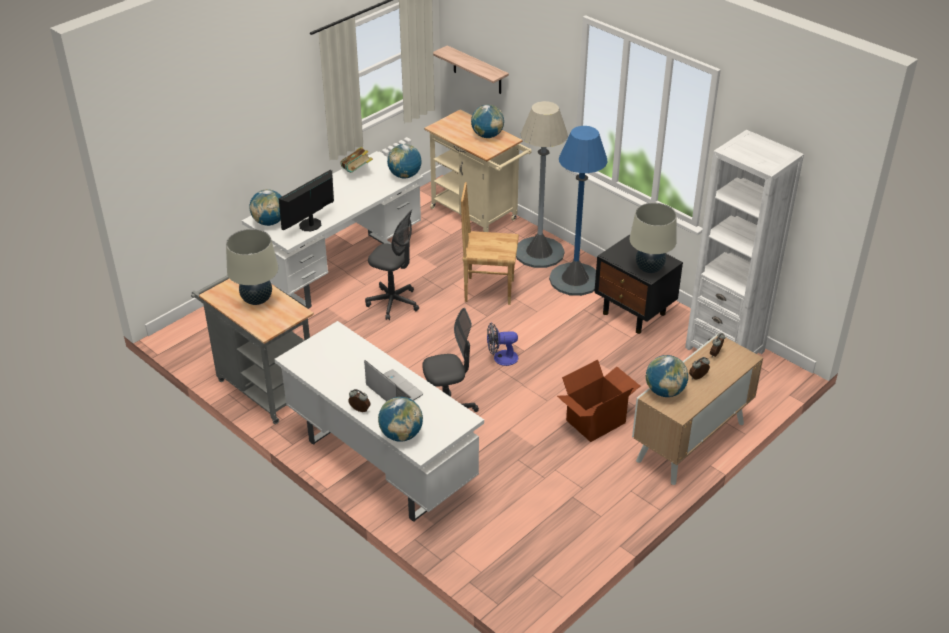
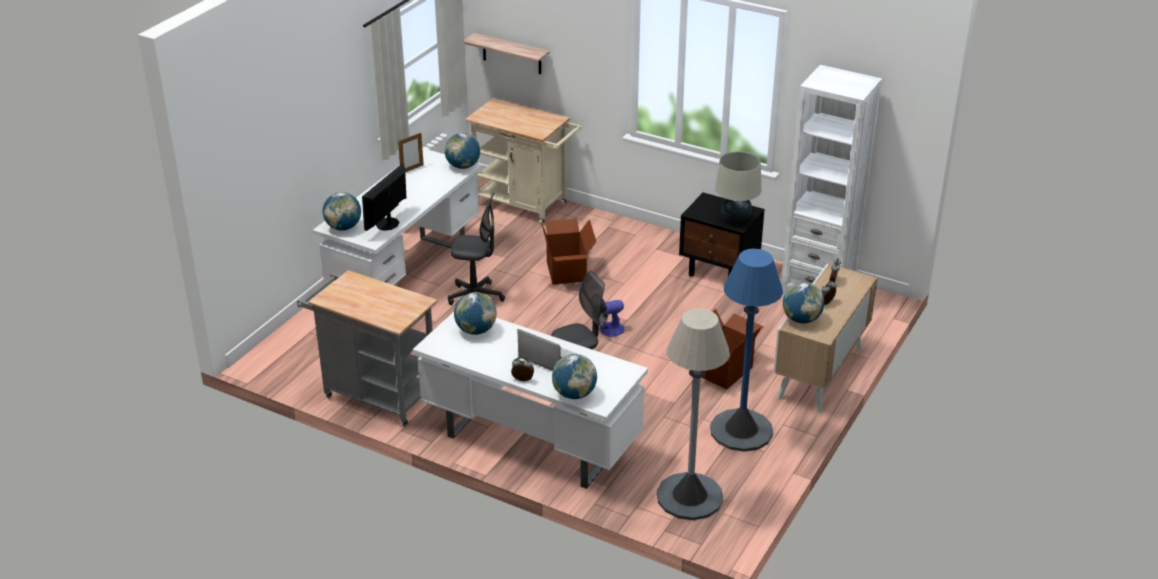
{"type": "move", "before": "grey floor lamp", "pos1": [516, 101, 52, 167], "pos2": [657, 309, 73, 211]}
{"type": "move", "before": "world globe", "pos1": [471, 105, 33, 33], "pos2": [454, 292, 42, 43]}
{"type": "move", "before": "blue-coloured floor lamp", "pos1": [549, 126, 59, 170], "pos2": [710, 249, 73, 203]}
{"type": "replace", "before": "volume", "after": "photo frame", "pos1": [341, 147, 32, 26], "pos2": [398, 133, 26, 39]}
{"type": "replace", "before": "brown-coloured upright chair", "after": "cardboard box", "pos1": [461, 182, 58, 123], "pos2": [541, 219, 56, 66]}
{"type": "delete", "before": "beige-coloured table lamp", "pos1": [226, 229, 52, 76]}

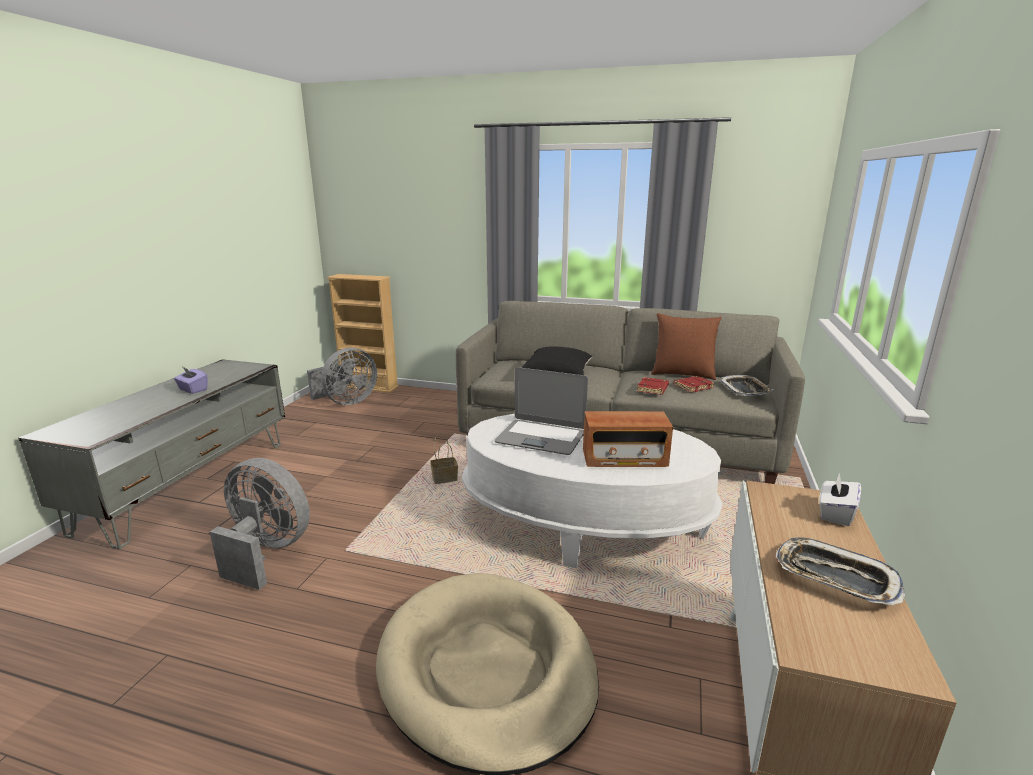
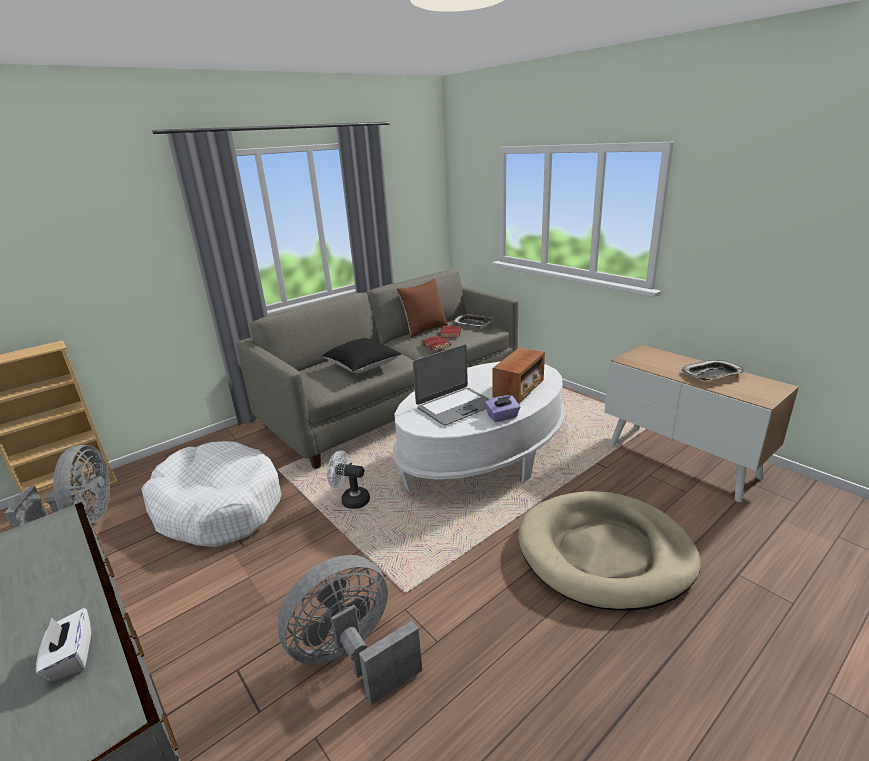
{"type": "move", "before": "purple tissue box", "pos1": [174, 367, 34, 27], "pos2": [485, 395, 36, 27]}
{"type": "replace", "before": "household basket", "after": "white-coloured cooling fan", "pos1": [430, 433, 28, 51], "pos2": [327, 450, 43, 59]}
{"type": "move", "before": "white-coloured tissue box", "pos1": [819, 472, 42, 54], "pos2": [36, 608, 55, 73]}
{"type": "insert", "after": "white-coloured dog bed", "pos2": [141, 441, 140, 106]}

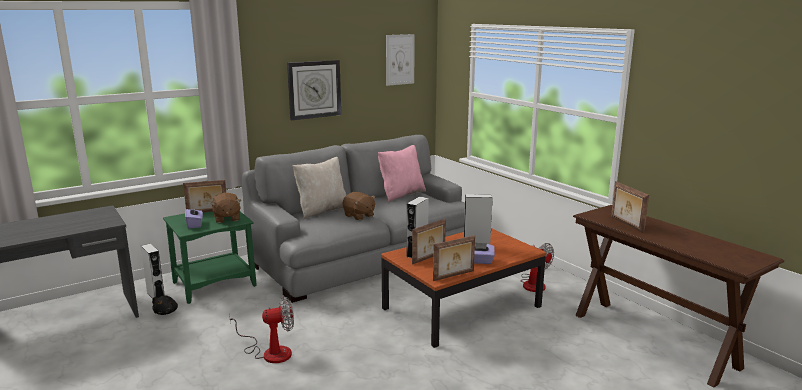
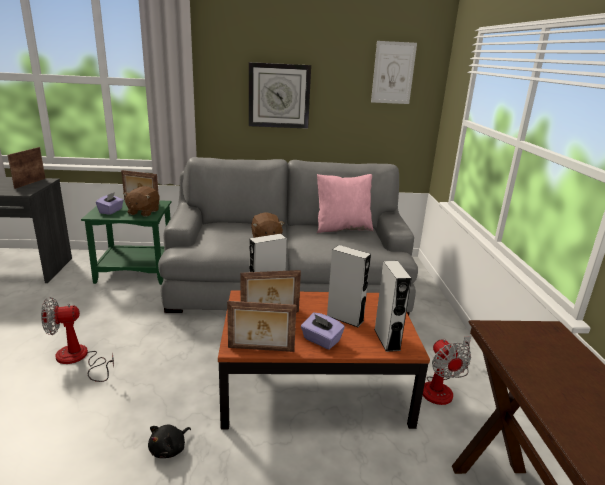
{"type": "delete", "before": "beige-coloured throw pillow", "pos1": [293, 157, 53, 62]}
{"type": "move", "before": "photo frame", "pos1": [611, 181, 38, 52], "pos2": [8, 147, 38, 42]}
{"type": "move", "before": "grey loudspeaker", "pos1": [141, 244, 24, 55], "pos2": [374, 261, 38, 91]}
{"type": "move", "before": "black plush toy", "pos1": [152, 295, 26, 20], "pos2": [148, 425, 43, 33]}
{"type": "rotate", "before": "cooling fan", "pos1": [229, 296, 65, 67], "pos2": [41, 297, 73, 85], "turn": 150}

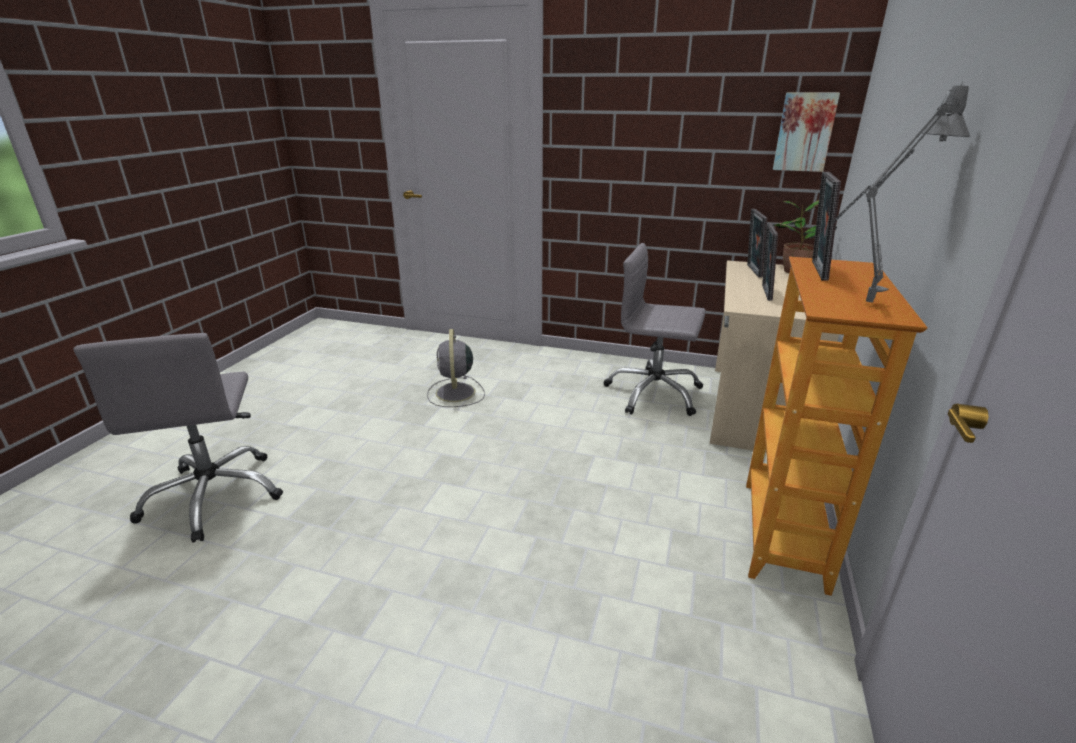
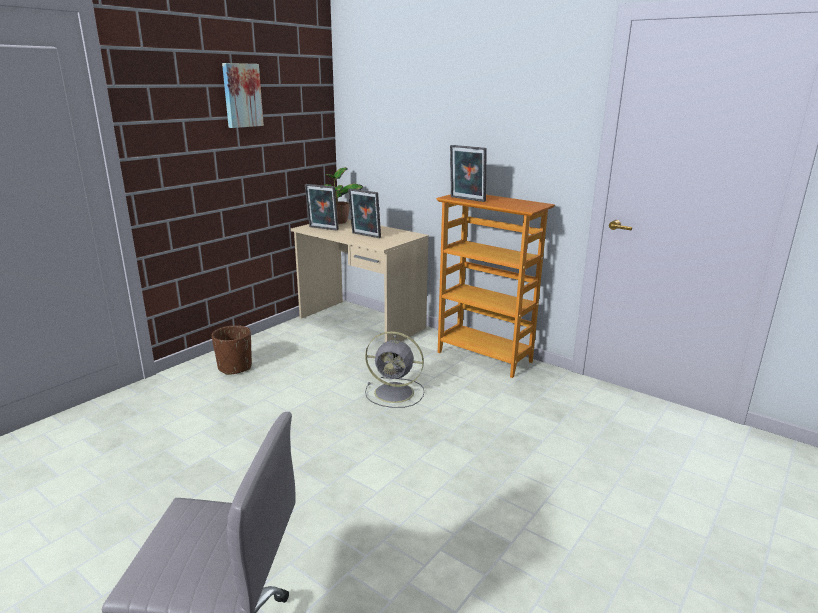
{"type": "delete", "before": "grey table lamp", "pos1": [830, 82, 140, 220]}
{"type": "move", "before": "picture", "pos1": [773, 92, 67, 80], "pos2": [222, 63, 42, 65]}
{"type": "delete", "before": "grey office chair", "pos1": [604, 243, 102, 173]}
{"type": "move", "before": "grey cooling fan", "pos1": [427, 329, 58, 78], "pos2": [365, 331, 59, 77]}
{"type": "insert", "after": "brown-coloured flower pot", "pos2": [211, 325, 41, 50]}

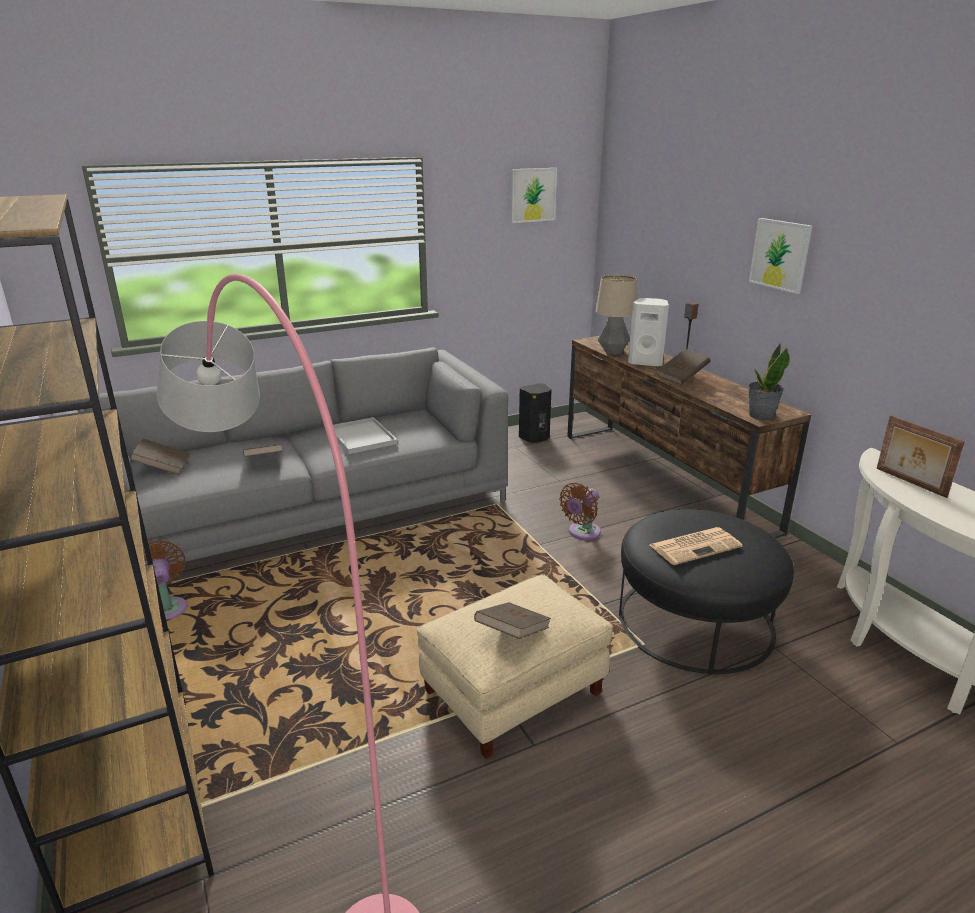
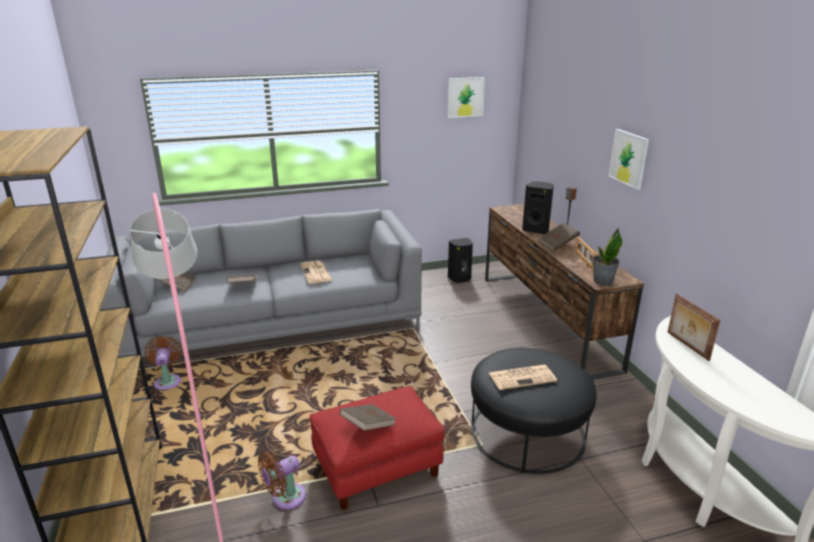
{"type": "delete", "before": "table lamp", "pos1": [595, 275, 42, 80]}
{"type": "recolor", "before": "white-coloured loudspeaker", "after": "black loudspeaker", "pos1": [628, 298, 41, 69], "pos2": [522, 181, 32, 53]}
{"type": "replace", "before": "white-coloured serving tray", "after": "newspaper", "pos1": [333, 417, 64, 37], "pos2": [300, 261, 32, 22]}
{"type": "move", "before": "brown-coloured cooling fan", "pos1": [559, 483, 42, 57], "pos2": [258, 451, 48, 59]}
{"type": "recolor", "before": "beige-coloured footrest", "after": "reddish footrest", "pos1": [417, 574, 196, 185], "pos2": [309, 386, 136, 124]}
{"type": "insert", "after": "photo frame", "pos2": [576, 237, 20, 33]}

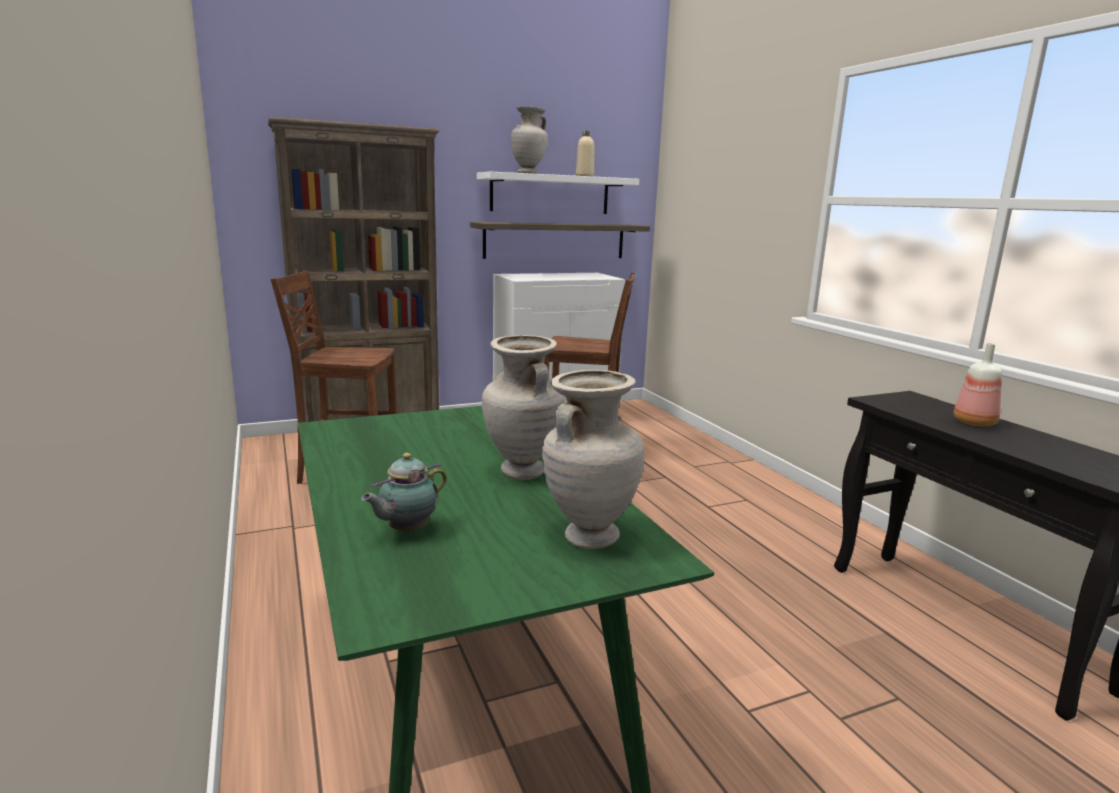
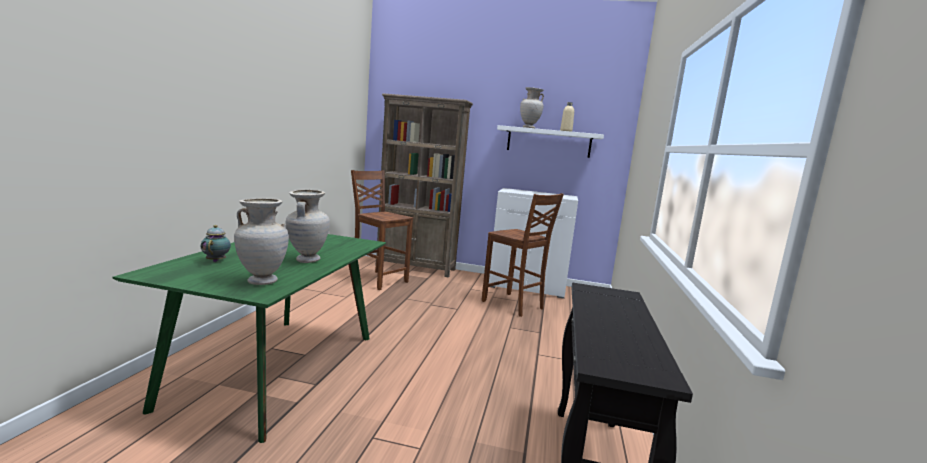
{"type": "delete", "before": "bracket shelf", "pos1": [470, 222, 180, 37]}
{"type": "delete", "before": "beverage bottle", "pos1": [954, 343, 48, 84]}
{"type": "rotate", "before": "tea pot", "pos1": [361, 453, 86, 80], "pos2": [201, 225, 30, 37], "turn": 90}

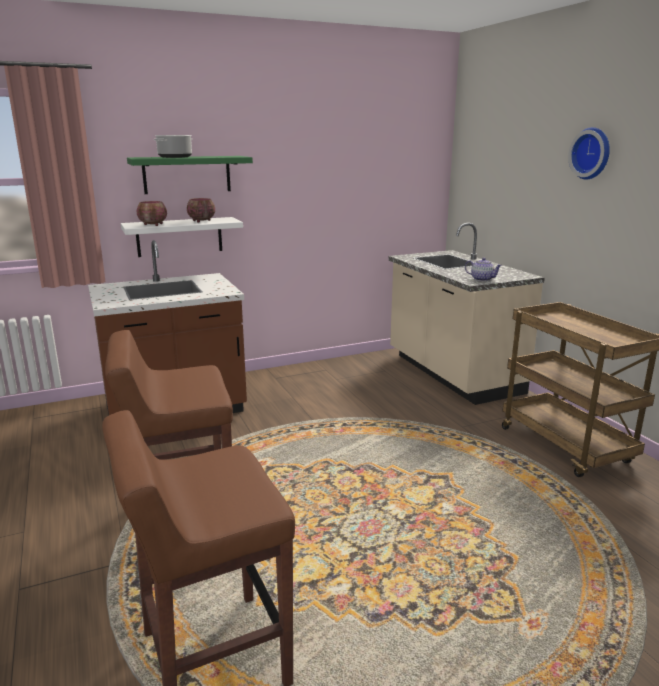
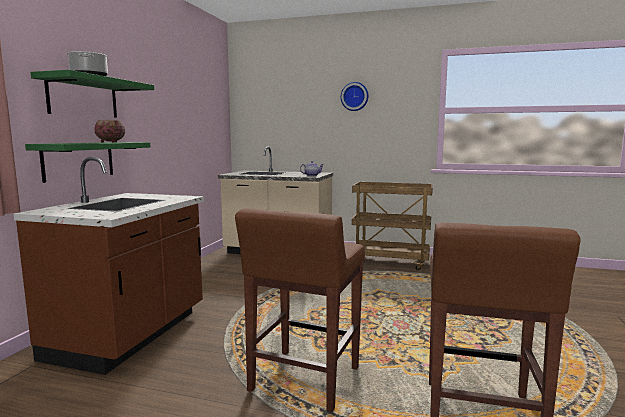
{"type": "delete", "before": "deep dish", "pos1": [136, 201, 31, 25]}
{"type": "recolor", "before": "white-coloured bracket shelf", "after": "greenish bracket shelf", "pos1": [121, 217, 122, 40], "pos2": [25, 142, 126, 41]}

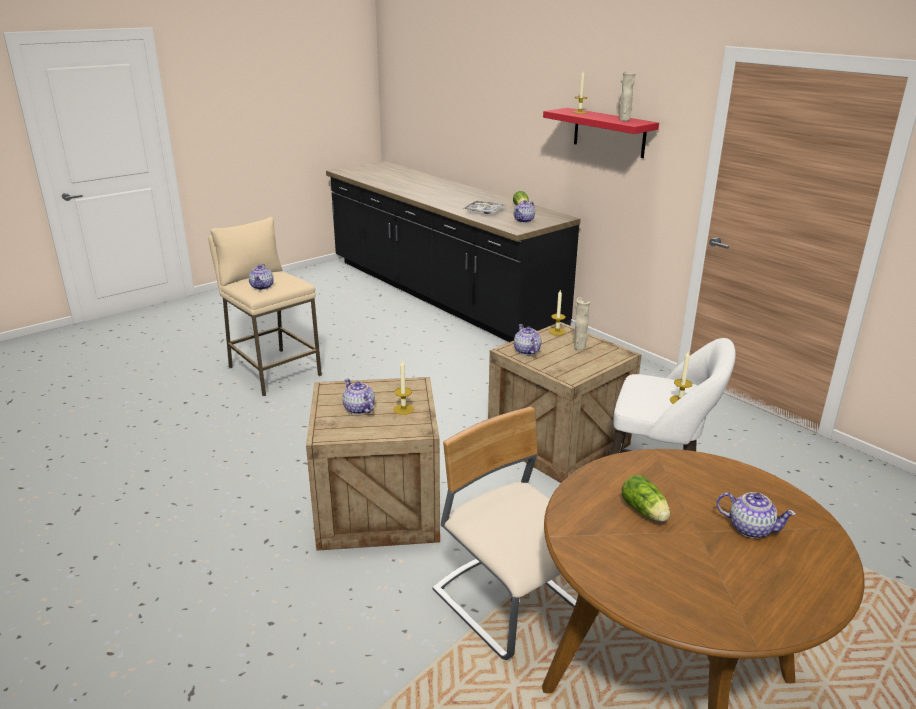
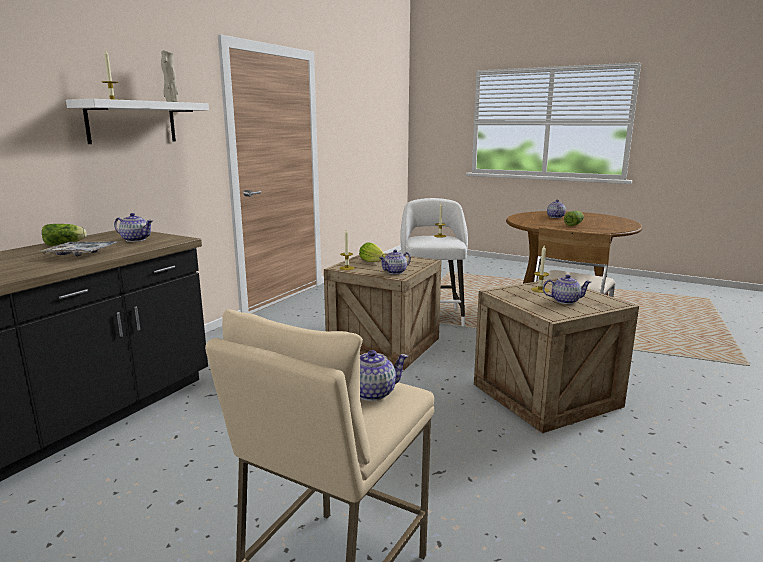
{"type": "recolor", "before": "reddish bracket shelf", "after": "white-coloured bracket shelf", "pos1": [543, 108, 116, 50], "pos2": [66, 99, 143, 45]}
{"type": "replace", "before": "beige-coloured vase", "after": "lettuce head", "pos1": [574, 297, 17, 54], "pos2": [359, 242, 27, 20]}
{"type": "rotate", "before": "tea pot", "pos1": [343, 379, 32, 36], "pos2": [543, 274, 48, 30], "turn": -120}

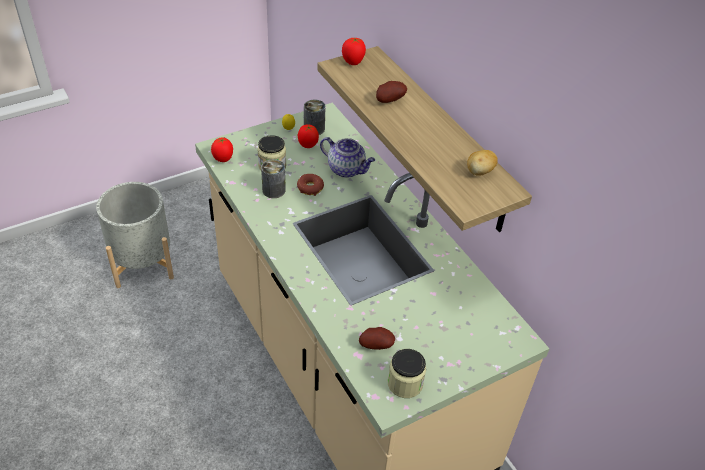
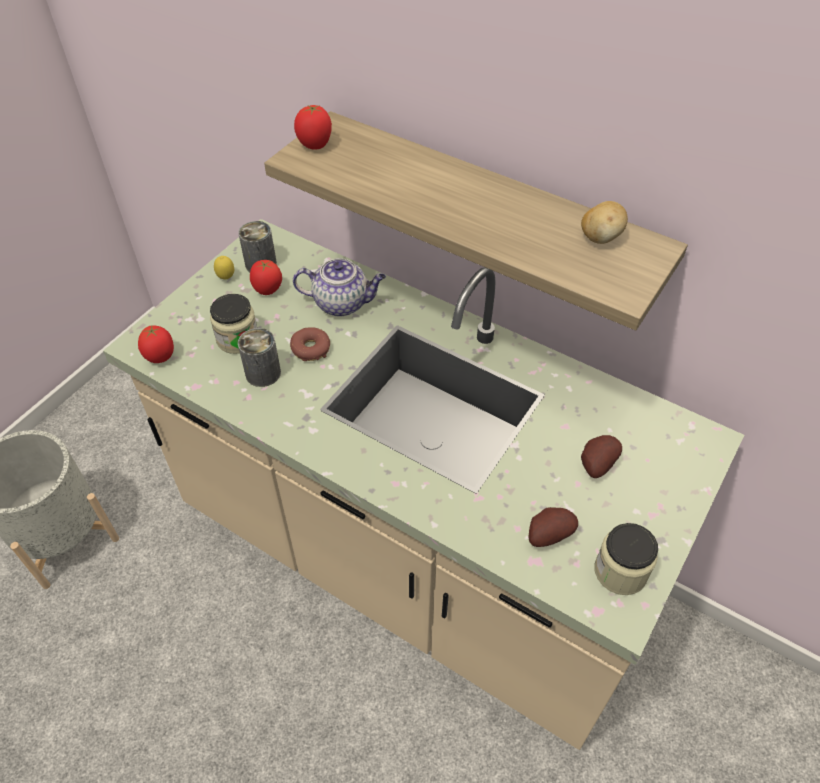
{"type": "move", "before": "spud", "pos1": [376, 81, 31, 22], "pos2": [581, 435, 41, 43]}

